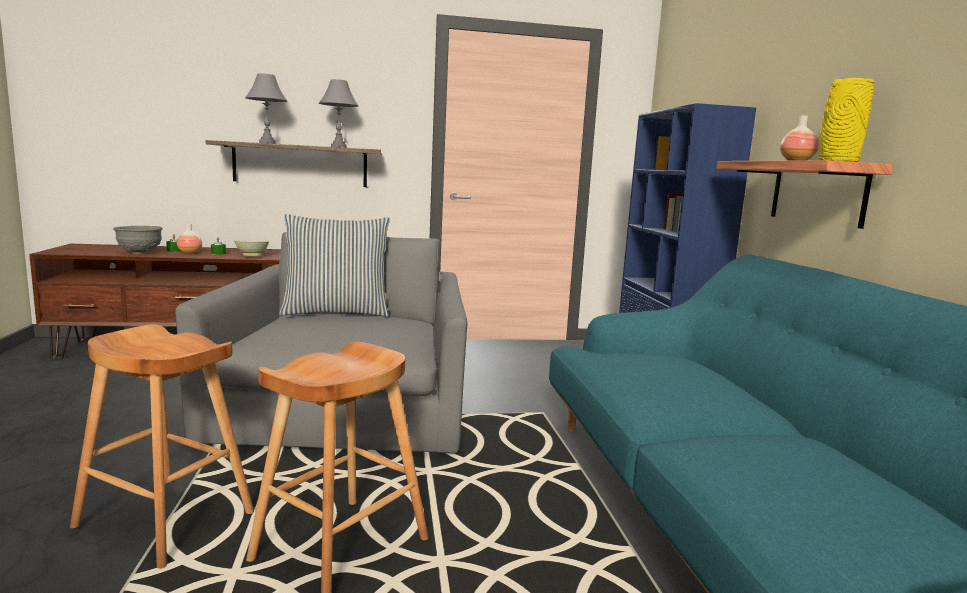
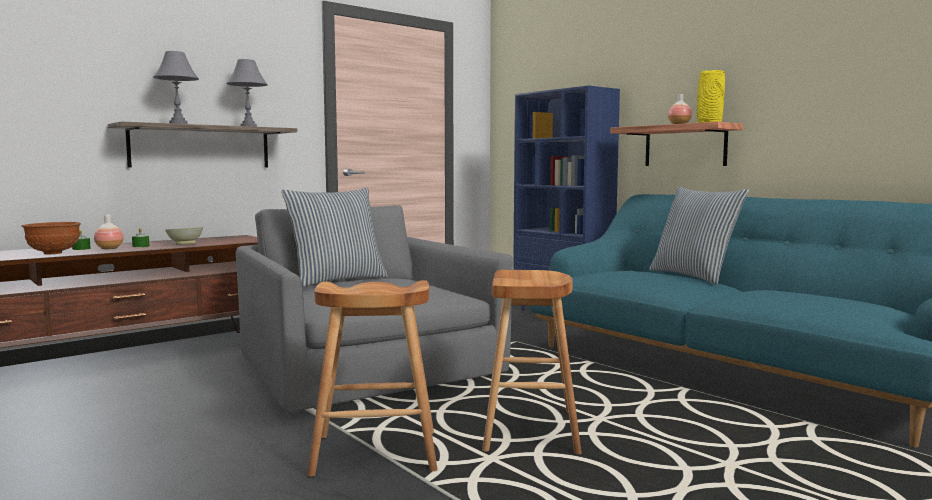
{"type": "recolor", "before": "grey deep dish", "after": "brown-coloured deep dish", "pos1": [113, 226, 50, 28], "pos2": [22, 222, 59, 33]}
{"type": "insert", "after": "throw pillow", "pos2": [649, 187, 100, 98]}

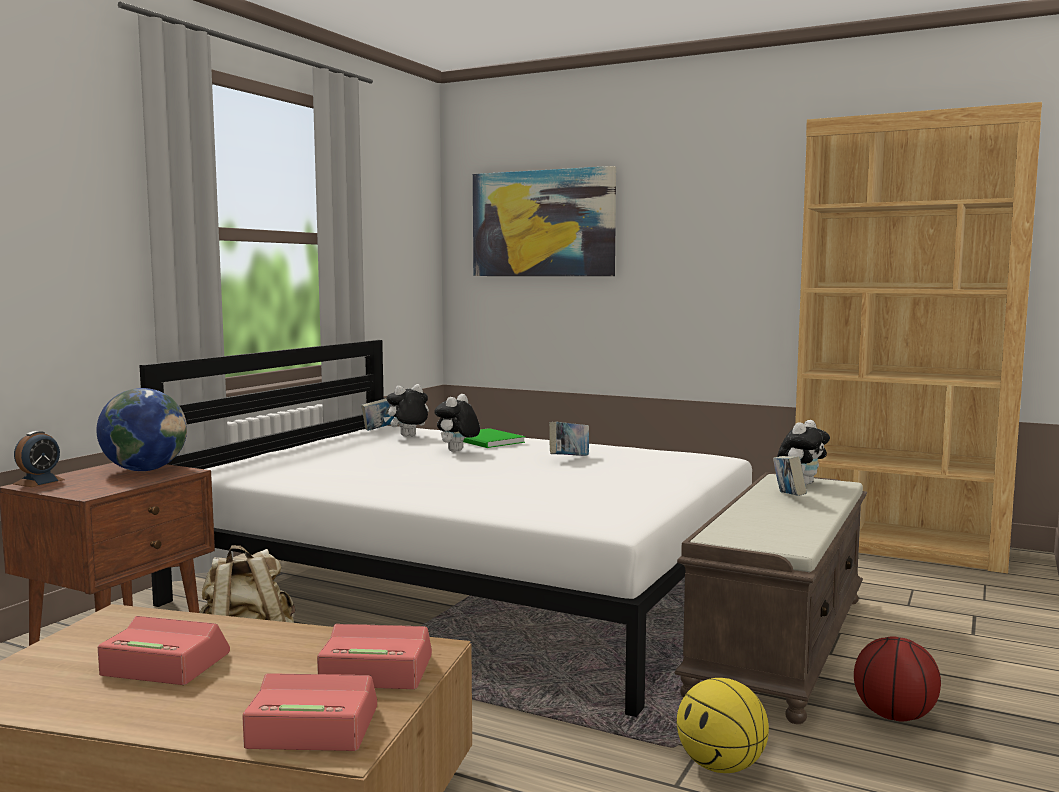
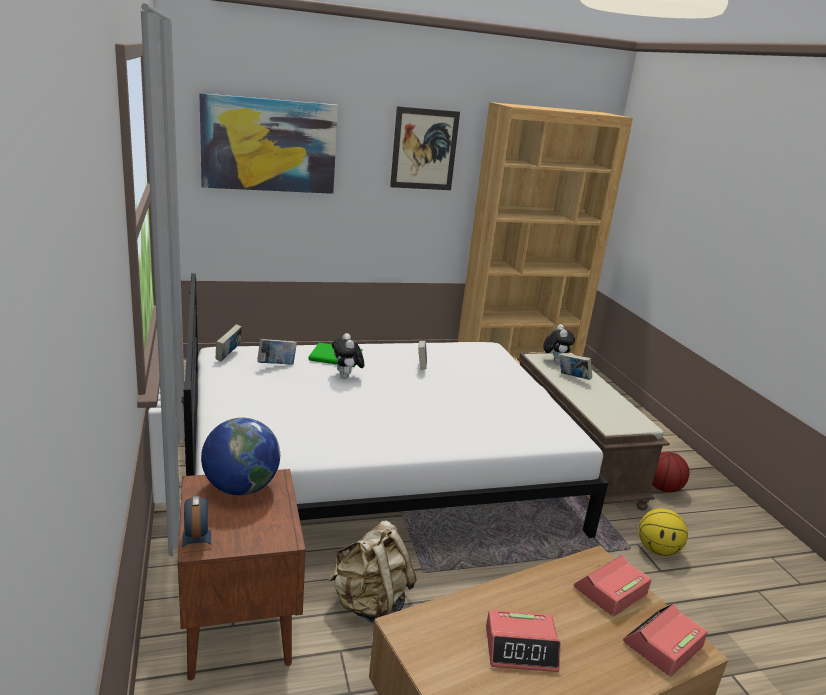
{"type": "replace", "before": "plush toy", "after": "volume", "pos1": [383, 384, 46, 53], "pos2": [257, 339, 40, 26]}
{"type": "rotate", "before": "alarm clock", "pos1": [98, 616, 132, 69], "pos2": [486, 610, 75, 62], "turn": -150}
{"type": "insert", "after": "picture", "pos2": [390, 106, 70, 84]}

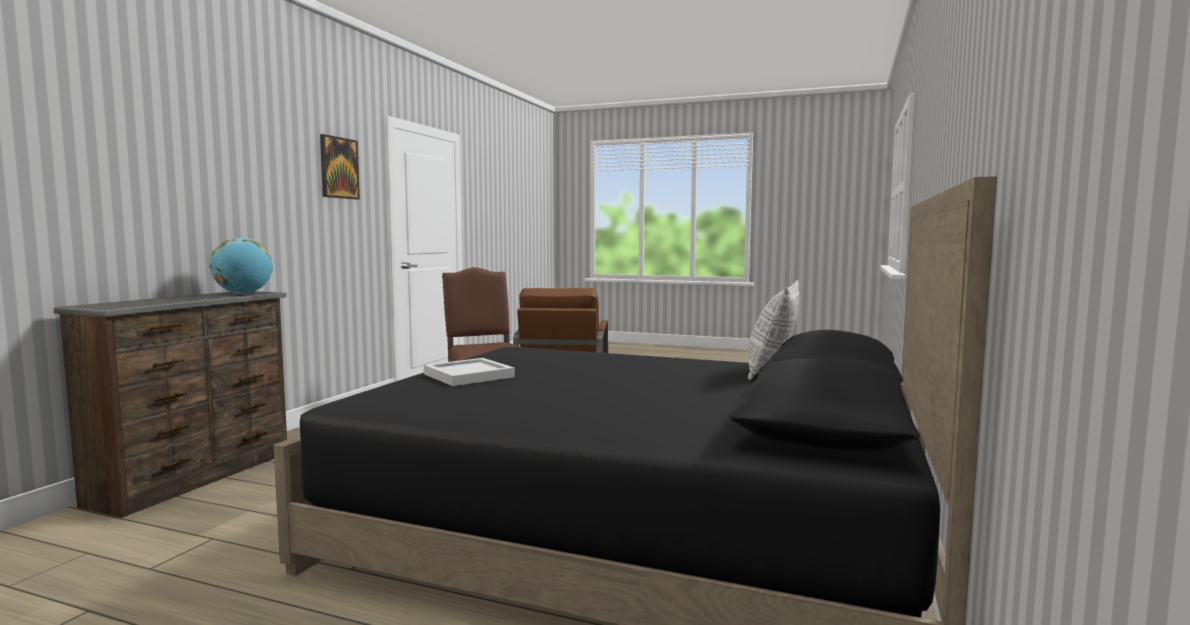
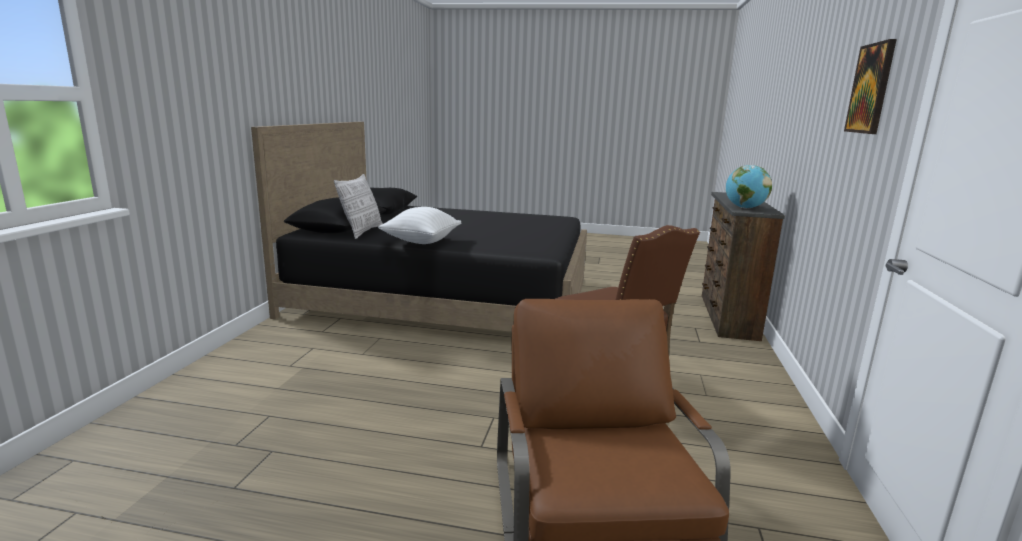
{"type": "delete", "before": "white-coloured serving tray", "pos1": [424, 358, 91, 28]}
{"type": "insert", "after": "white-coloured throw pillow", "pos2": [378, 207, 84, 37]}

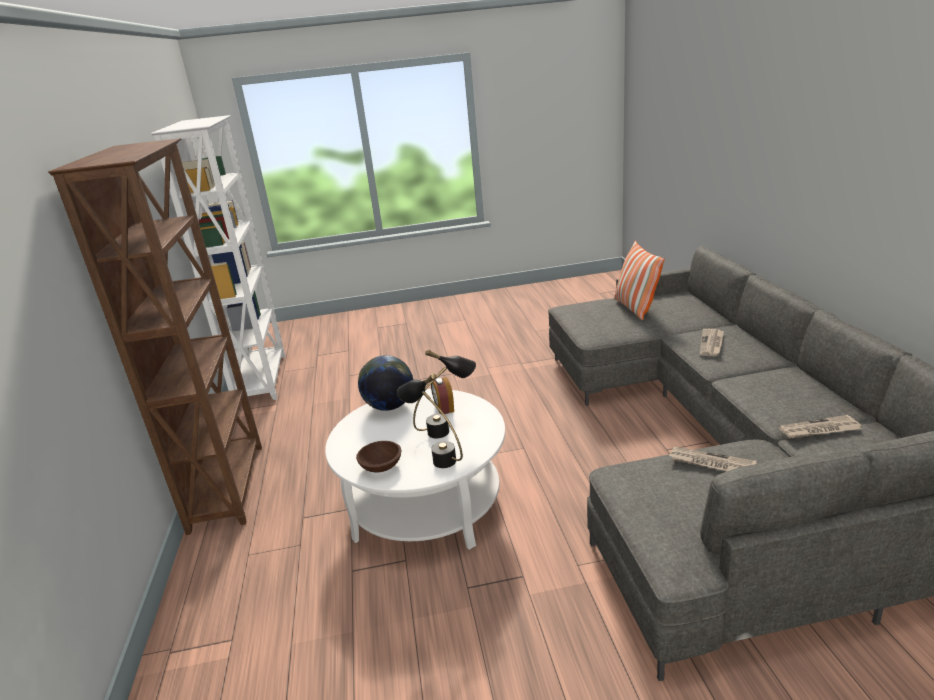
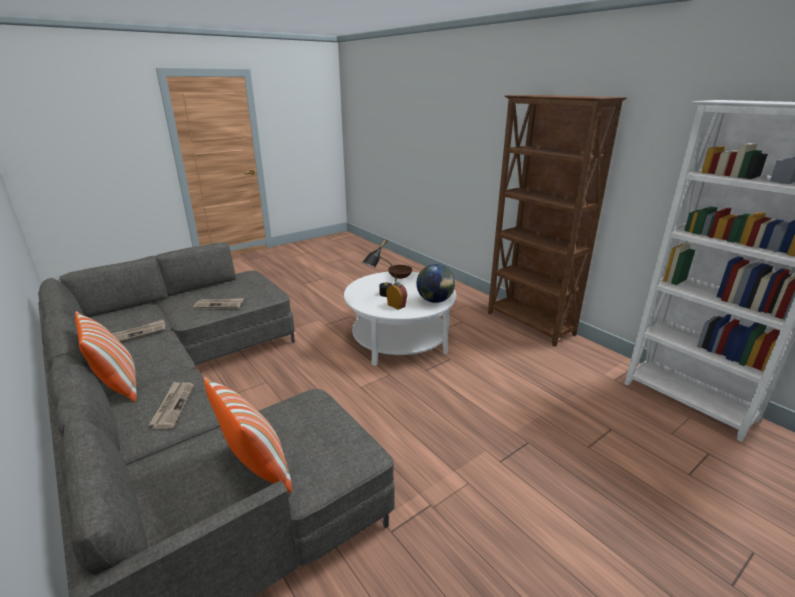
{"type": "delete", "before": "black table lamp", "pos1": [397, 373, 66, 95]}
{"type": "insert", "after": "throw pillow", "pos2": [75, 311, 62, 91]}

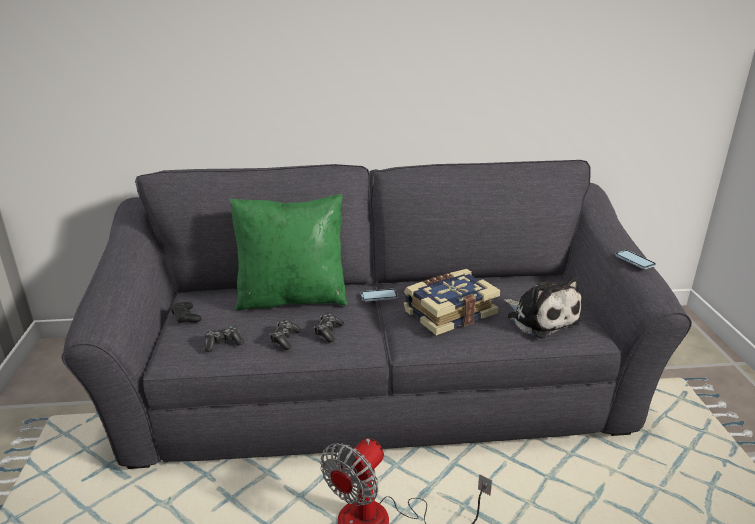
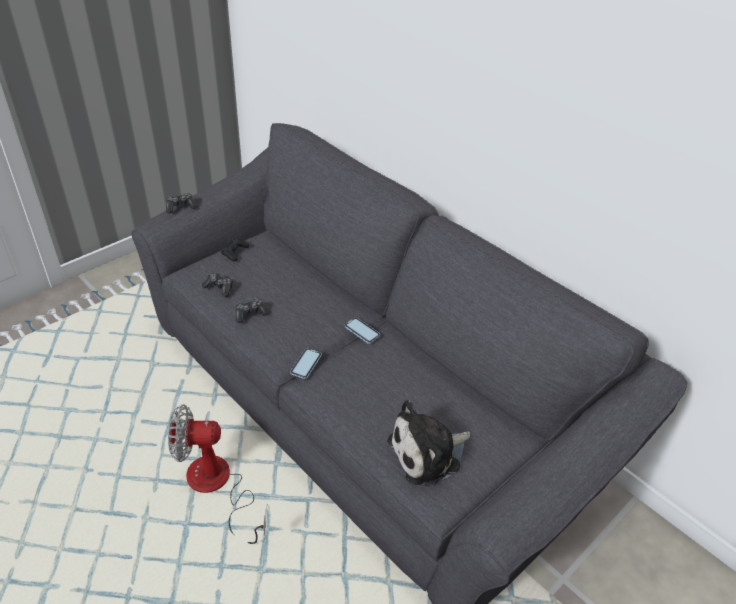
{"type": "delete", "before": "greenish throw pillow", "pos1": [230, 195, 118, 116]}
{"type": "move", "before": "handset", "pos1": [615, 250, 41, 19], "pos2": [290, 348, 32, 31]}
{"type": "delete", "before": "volume", "pos1": [404, 269, 96, 67]}
{"type": "rotate", "before": "plush toy", "pos1": [504, 276, 78, 63], "pos2": [387, 400, 83, 87], "turn": 45}
{"type": "move", "before": "game controller", "pos1": [314, 313, 30, 30], "pos2": [166, 193, 31, 20]}

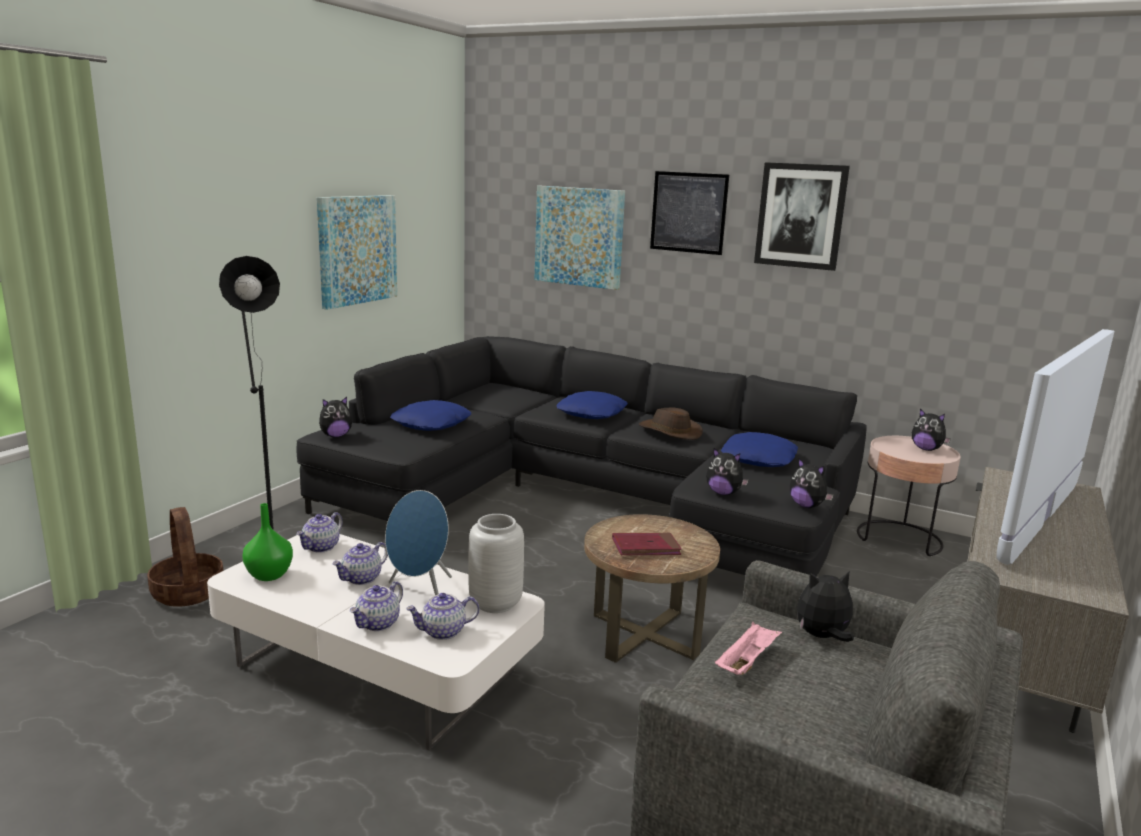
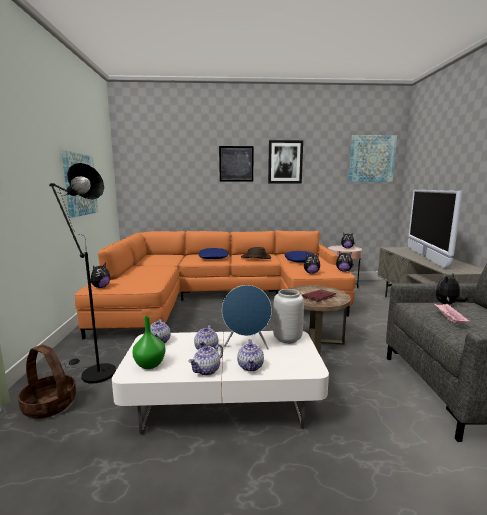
{"type": "move", "before": "picture", "pos1": [534, 186, 91, 104], "pos2": [349, 135, 48, 47]}
{"type": "recolor", "before": "black settee", "after": "orange settee", "pos1": [297, 336, 570, 241], "pos2": [75, 230, 280, 110]}
{"type": "delete", "before": "blue-coloured throw pillow", "pos1": [390, 400, 81, 31]}
{"type": "move", "before": "tea pot", "pos1": [406, 593, 73, 47], "pos2": [188, 344, 35, 31]}

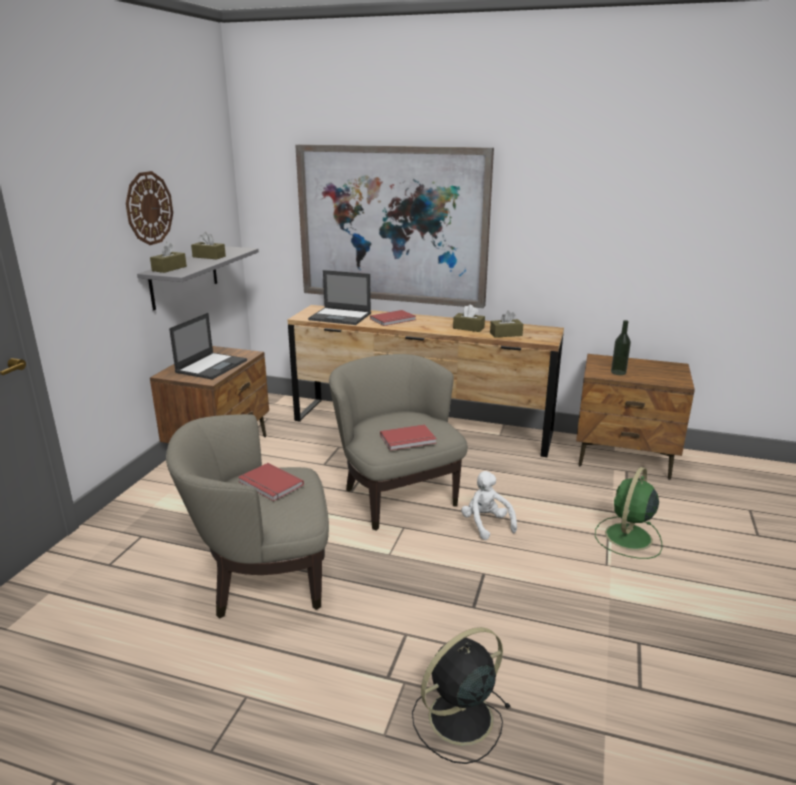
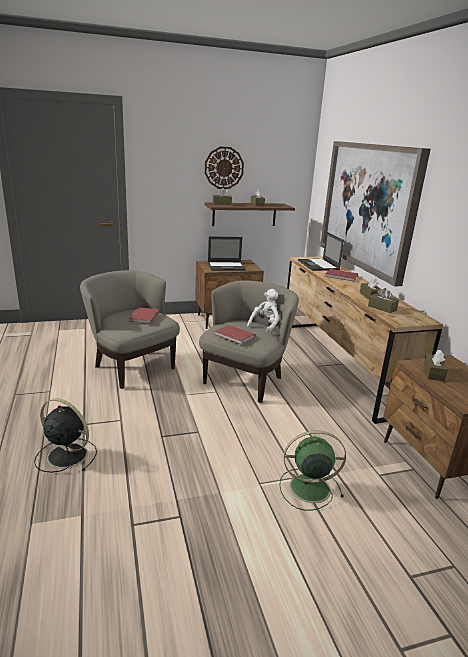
{"type": "recolor", "before": "grey bracket shelf", "after": "brown-coloured bracket shelf", "pos1": [137, 246, 122, 64], "pos2": [204, 202, 91, 24]}
{"type": "replace", "before": "beverage bottle", "after": "brown-coloured tissue box", "pos1": [611, 320, 20, 55], "pos2": [423, 350, 25, 32]}
{"type": "move", "before": "white-coloured plush toy", "pos1": [461, 471, 56, 69], "pos2": [247, 289, 32, 45]}

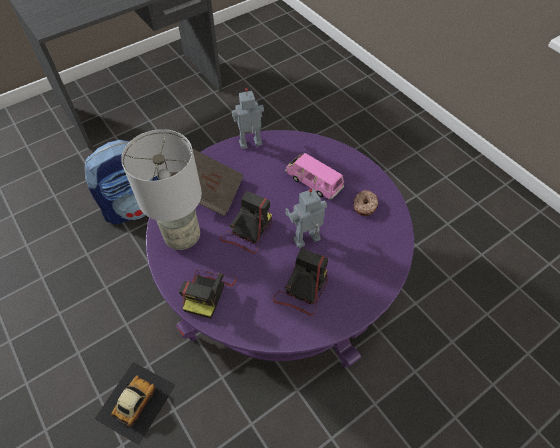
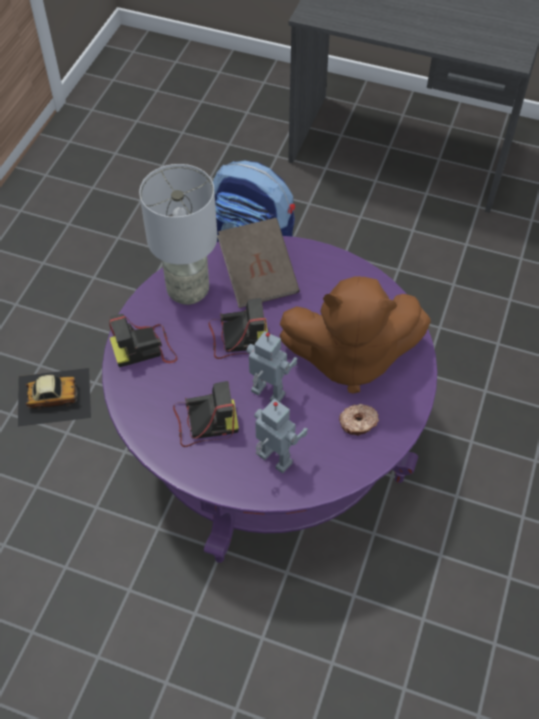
{"type": "move", "before": "robot figure", "pos1": [232, 88, 32, 61], "pos2": [254, 399, 54, 74]}
{"type": "replace", "before": "pink miniature car", "after": "brown-coloured plush toy", "pos1": [285, 153, 59, 47], "pos2": [280, 276, 151, 118]}

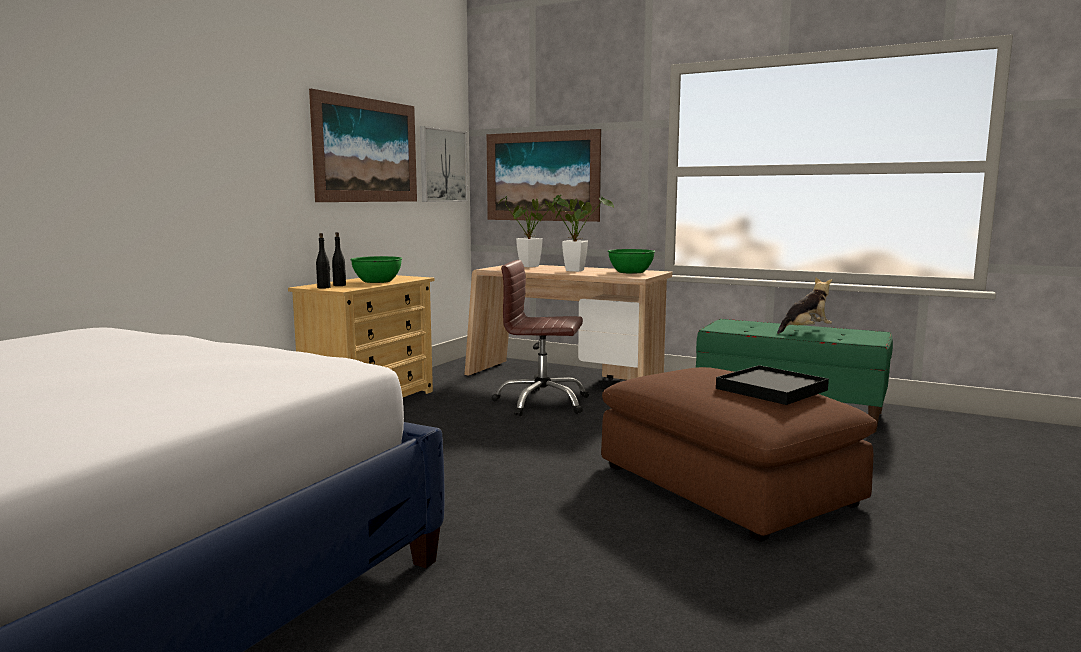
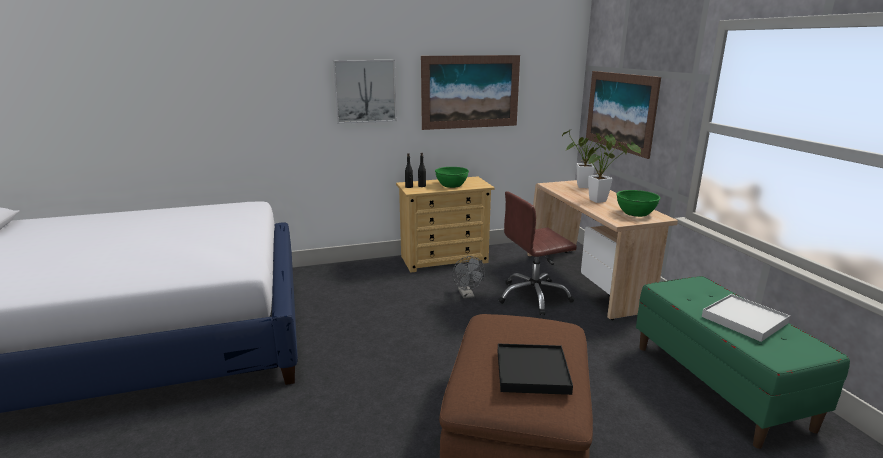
{"type": "move", "before": "picture", "pos1": [420, 126, 48, 76], "pos2": [333, 60, 64, 64]}
{"type": "rotate", "before": "brown-coloured office chair", "pos1": [492, 260, 97, 156], "pos2": [498, 191, 79, 124], "turn": -75}
{"type": "replace", "before": "plush toy", "after": "white-coloured serving tray", "pos1": [777, 277, 55, 57], "pos2": [702, 294, 88, 48]}
{"type": "insert", "after": "grey cooling fan", "pos2": [452, 256, 33, 42]}

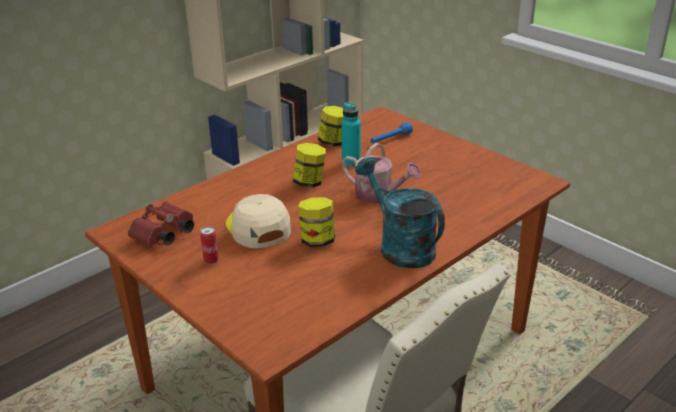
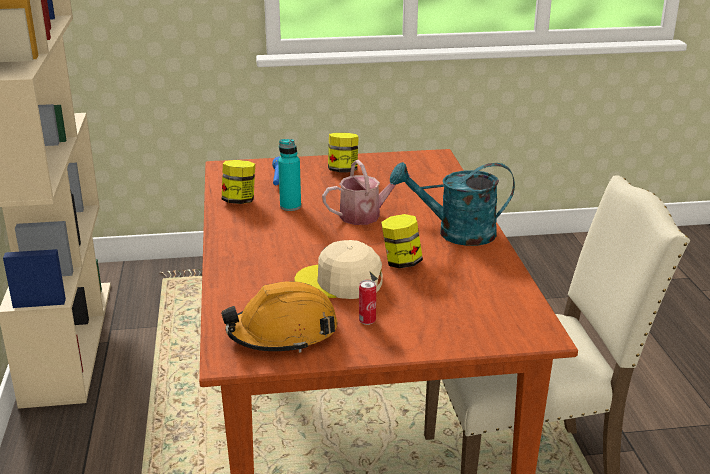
{"type": "move", "before": "storage jar", "pos1": [293, 143, 33, 45], "pos2": [328, 133, 31, 39]}
{"type": "replace", "before": "reddish field glasses", "after": "orange safety helmet", "pos1": [128, 201, 66, 45], "pos2": [221, 281, 116, 72]}

